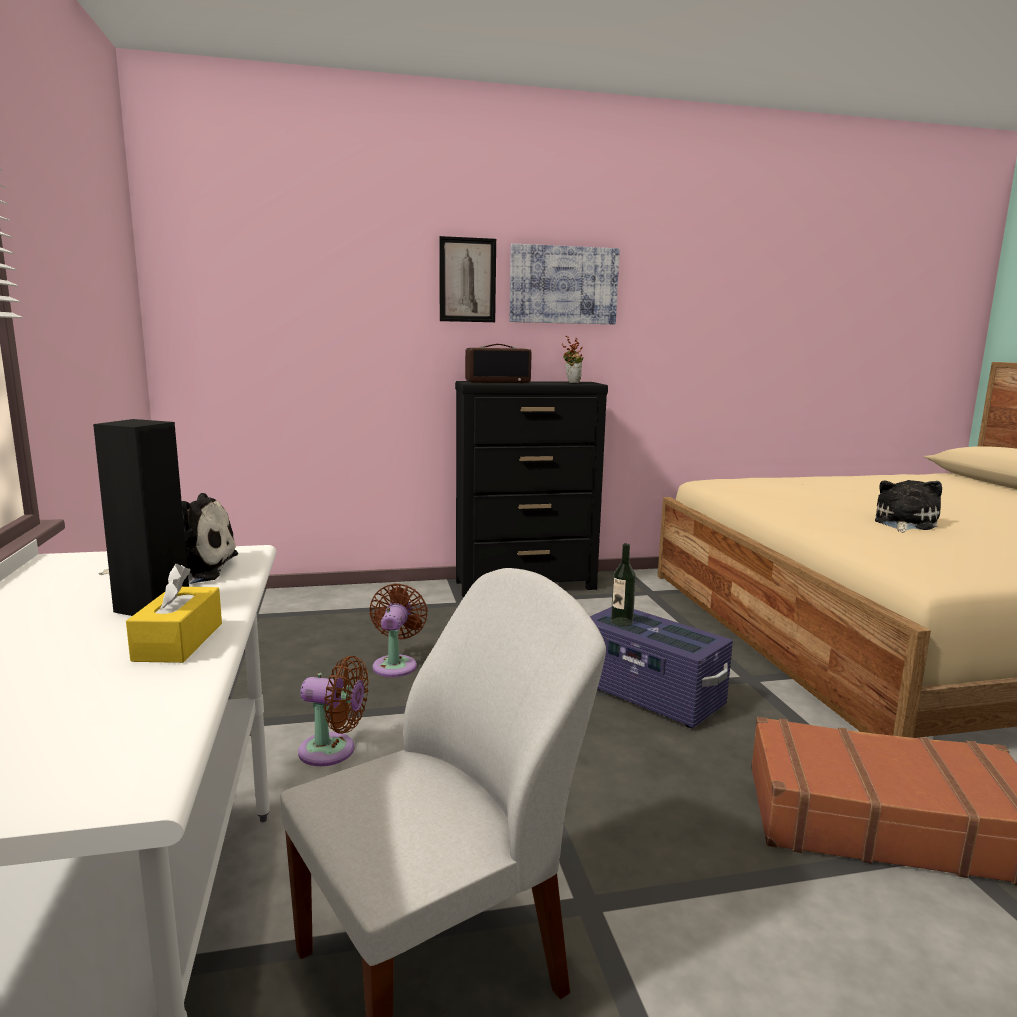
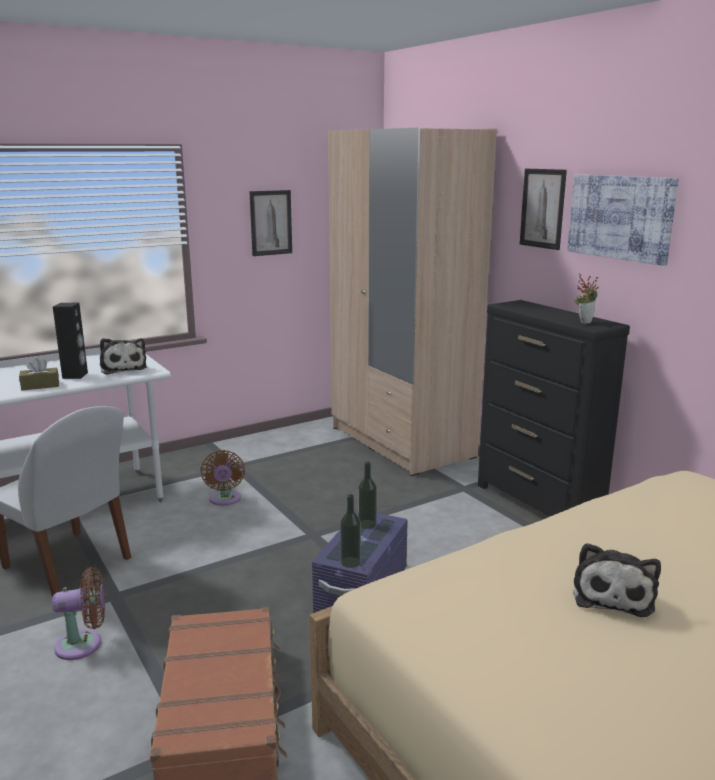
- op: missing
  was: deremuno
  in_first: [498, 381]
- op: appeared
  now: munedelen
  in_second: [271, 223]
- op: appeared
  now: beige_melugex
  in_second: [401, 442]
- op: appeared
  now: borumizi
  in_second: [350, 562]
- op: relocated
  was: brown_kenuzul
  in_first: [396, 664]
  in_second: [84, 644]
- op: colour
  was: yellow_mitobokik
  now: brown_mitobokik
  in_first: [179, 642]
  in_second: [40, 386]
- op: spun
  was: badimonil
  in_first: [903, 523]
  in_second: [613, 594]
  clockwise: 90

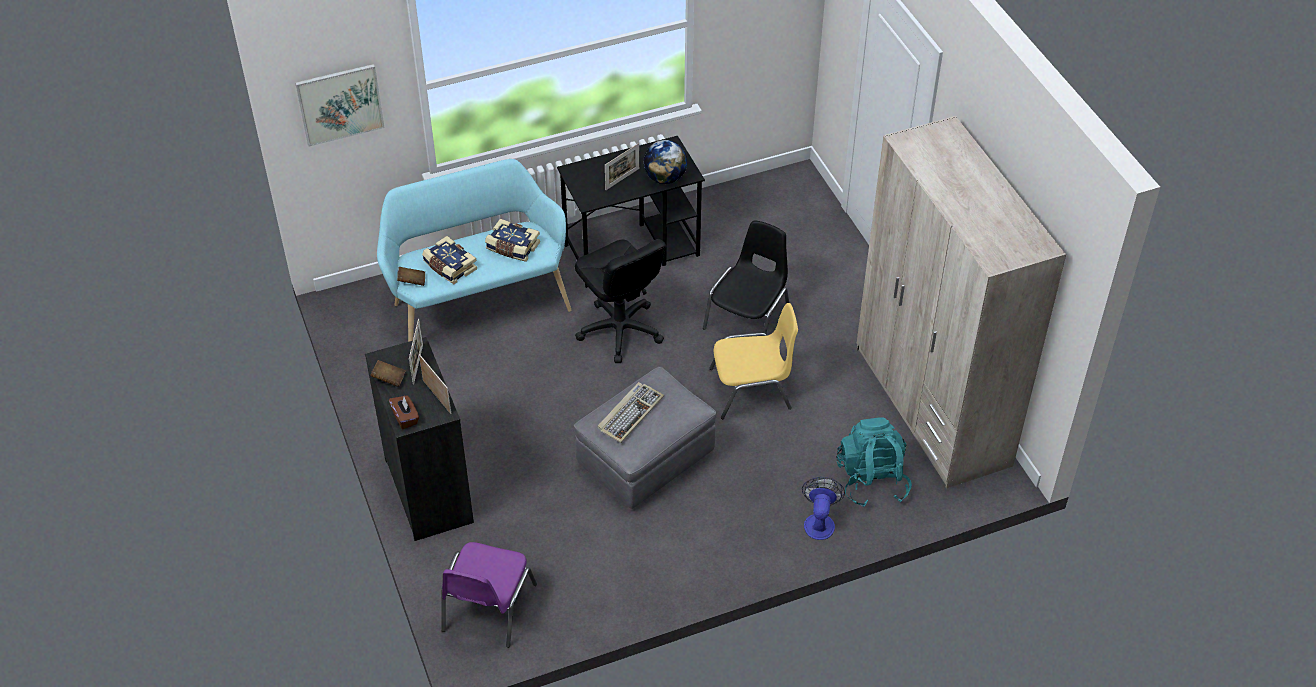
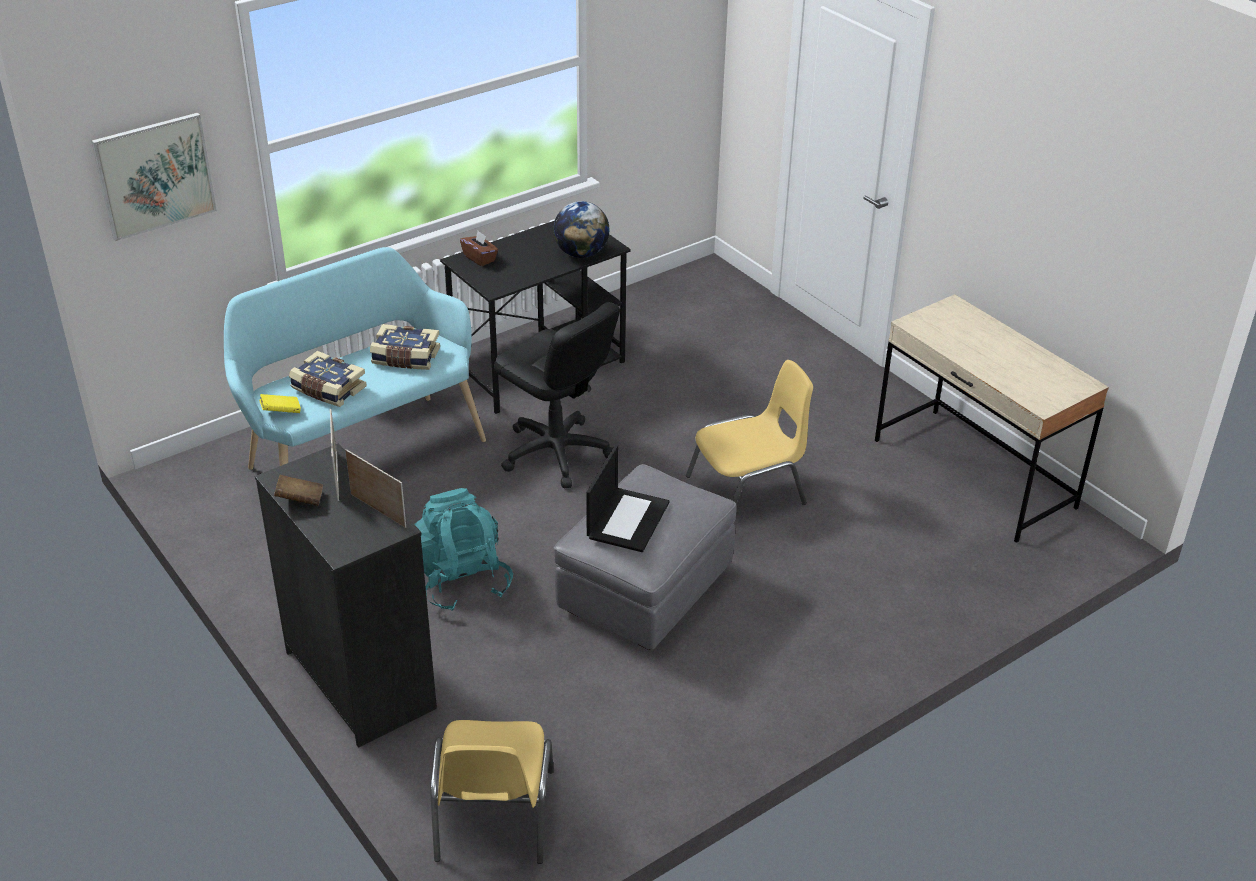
- op: missing
  was: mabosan
  in_first: [622, 179]
- op: missing
  was: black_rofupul
  in_first: [748, 318]
- op: missing
  was: kenuzul
  in_first: [819, 521]
- op: relocated
  was: brown_mitobokik
  in_first: [405, 418]
  in_second: [480, 258]
- op: relocated
  was: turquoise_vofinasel
  in_first: [871, 480]
  in_second: [461, 580]
- op: exchanged
  was: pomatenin
  now: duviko
  in_first: [630, 413]
  in_second: [627, 519]
- op: exchanged
  was: beige_melugex
  now: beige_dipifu
  in_first: [931, 406]
  in_second: [973, 474]
- op: colour
  was: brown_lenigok
  now: yellow_lenigok
  in_first: [412, 281]
  in_second: [281, 412]
- op: colour
  was: purple_rofupul
  now: yellow_rofupul
  in_first: [487, 608]
  in_second: [492, 817]

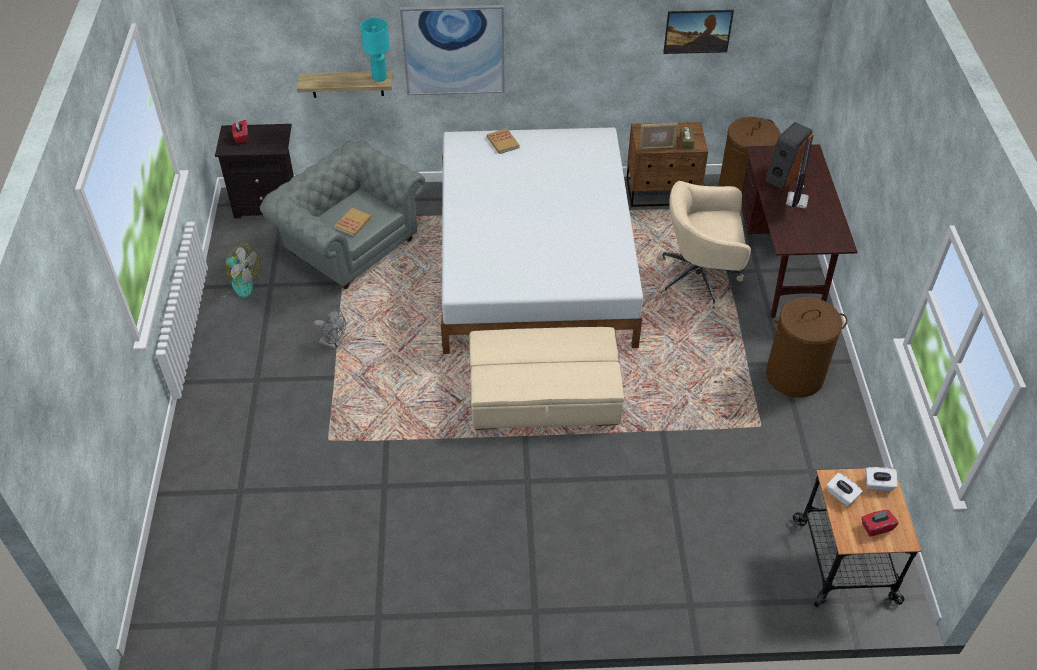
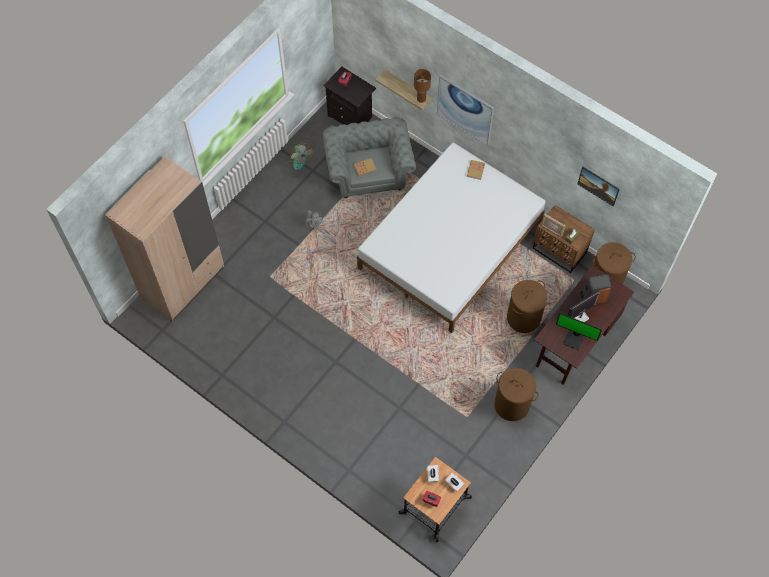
- op: missing
  was: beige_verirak
  in_first: [544, 394]
- op: appeared
  now: beige_melugex
  in_second: [183, 282]
- op: appeared
  now: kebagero
  in_second: [574, 339]
- op: exchanged
  was: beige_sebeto
  now: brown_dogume
  in_first: [700, 278]
  in_second: [523, 317]
- op: colour
  was: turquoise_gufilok
  now: brown_gufilok
  in_first: [379, 78]
  in_second: [421, 99]

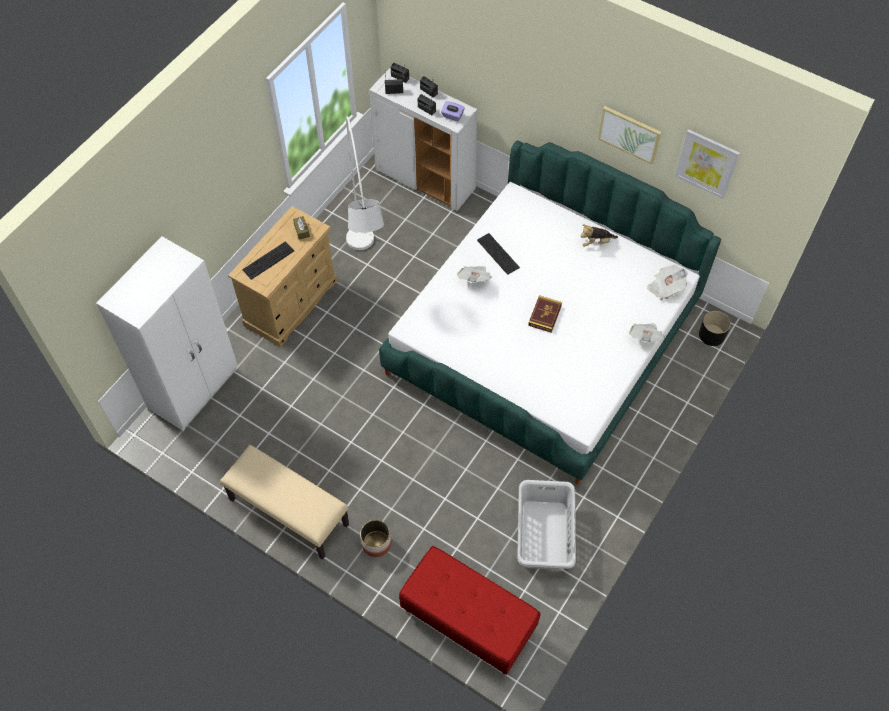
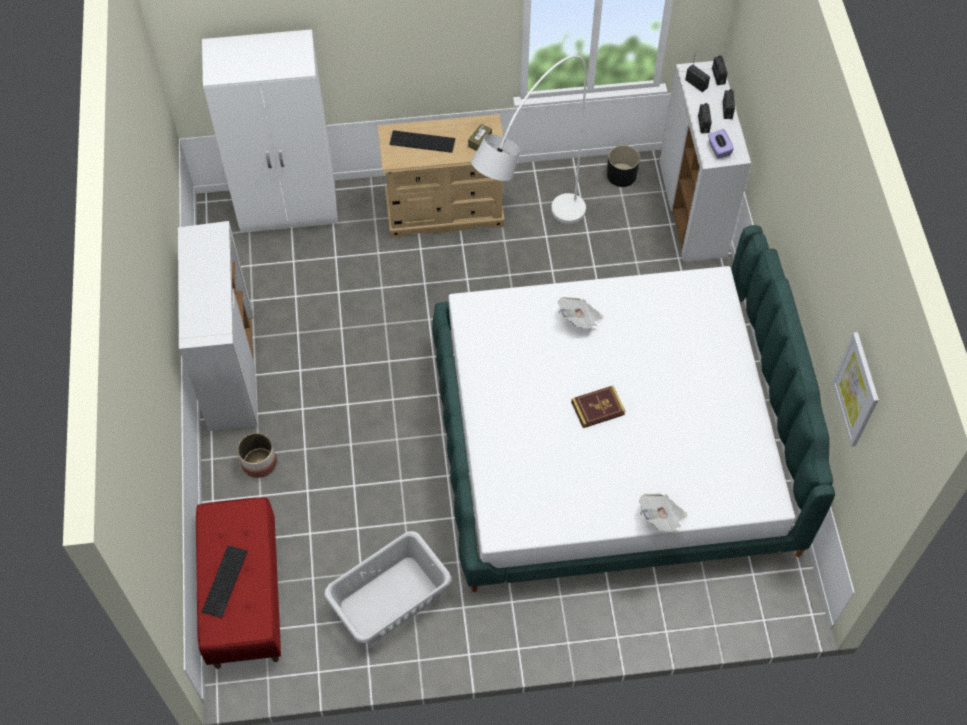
- op: missing
  was: badimonil
  in_first: [596, 242]
- op: missing
  was: munedelen
  in_first: [629, 134]
- op: missing
  was: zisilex
  in_first: [665, 287]
- op: relocated
  was: pomatenin
  in_first: [498, 253]
  in_second: [224, 581]
- op: relocated
  was: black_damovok
  in_first: [712, 335]
  in_second: [621, 175]
- op: exchanged
  was: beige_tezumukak
  now: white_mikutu
  in_first: [288, 512]
  in_second: [230, 370]

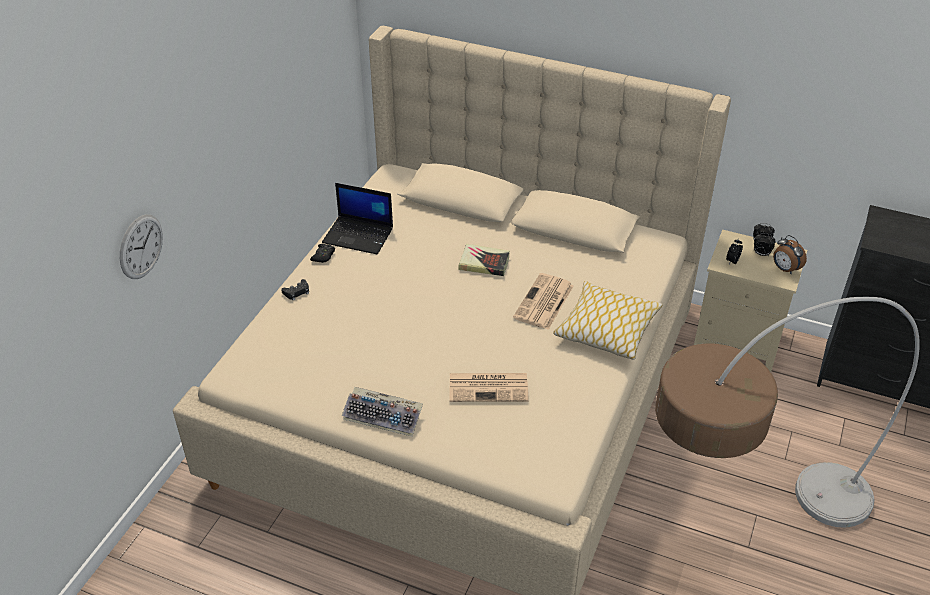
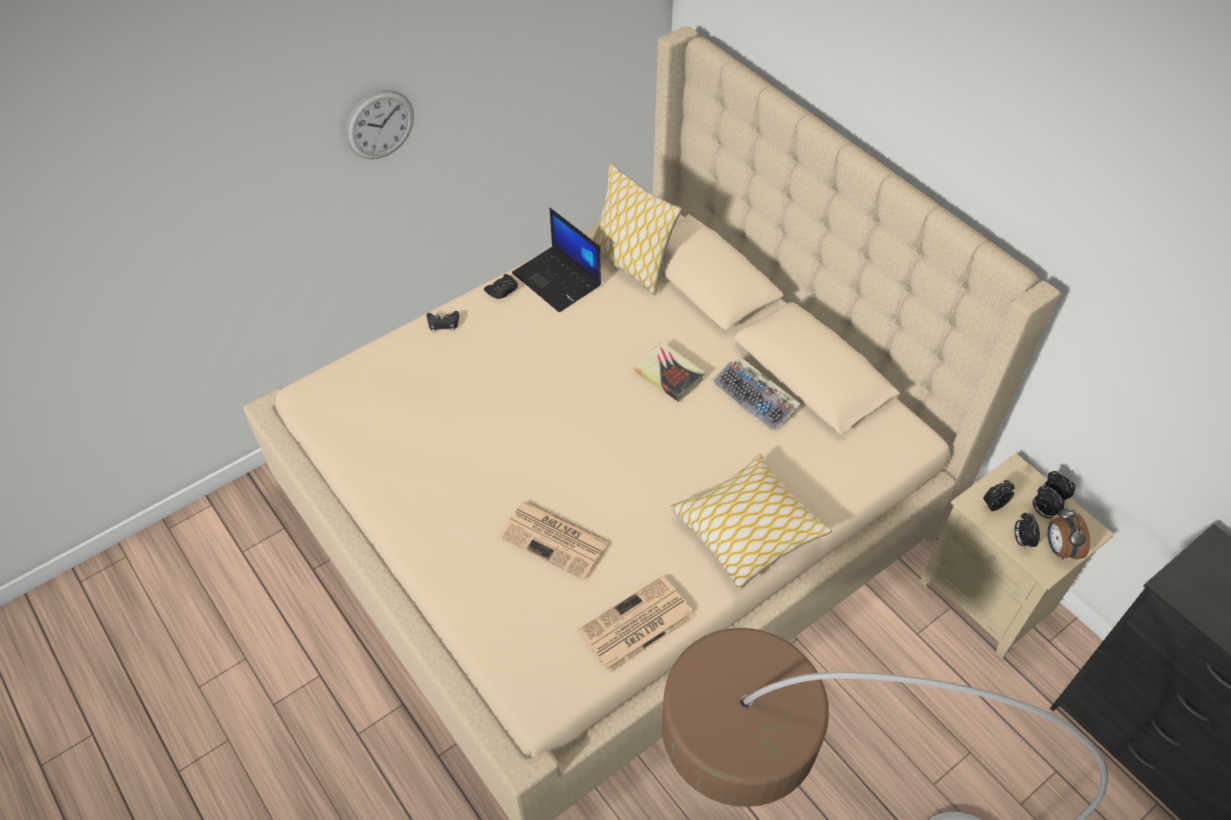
- op: appeared
  now: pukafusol
  in_second: [631, 264]
- op: appeared
  now: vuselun
  in_second: [1021, 540]
- op: relocated
  was: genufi
  in_first: [141, 246]
  in_second: [380, 124]
- op: relocated
  was: pomatenin
  in_first: [384, 416]
  in_second: [756, 399]
- op: relocated
  was: zisilex
  in_first: [544, 302]
  in_second: [635, 626]

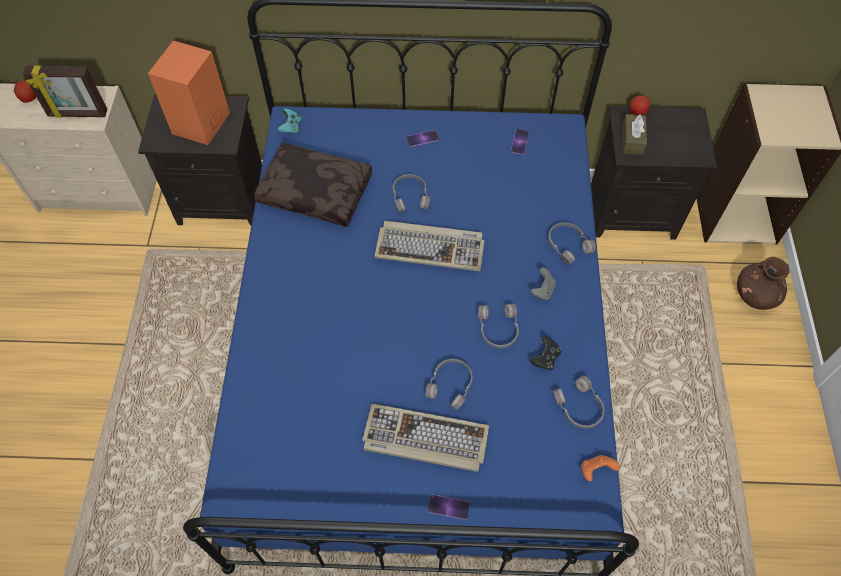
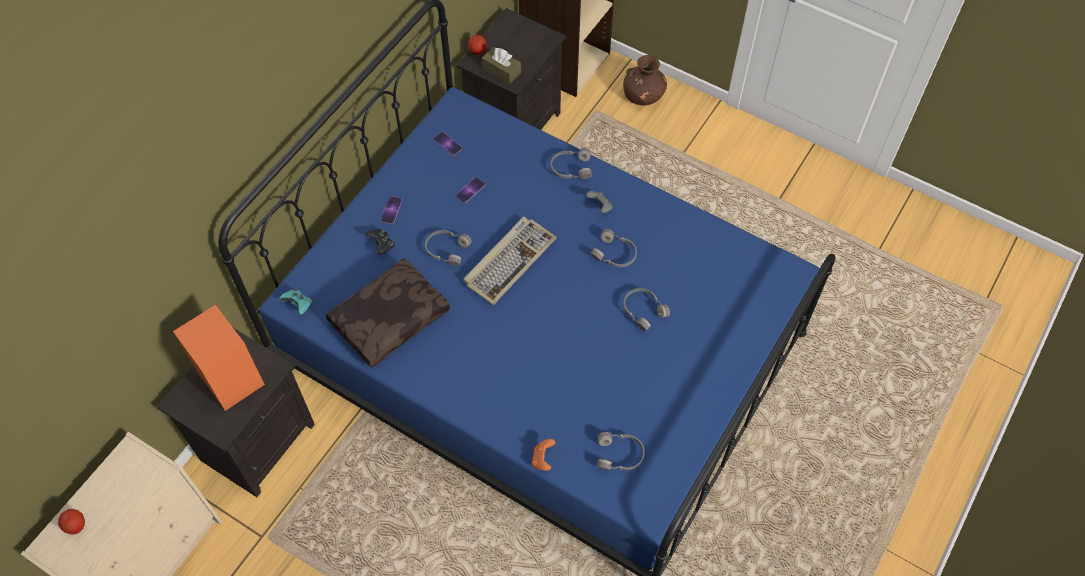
- op: missing
  was: mabosan
  in_first: [77, 114]
- op: missing
  was: pomatenin
  in_first: [424, 440]
- op: relocated
  was: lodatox
  in_first: [448, 507]
  in_second: [470, 190]
- op: relocated
  was: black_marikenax
  in_first: [545, 358]
  in_second: [382, 245]
- op: relocated
  was: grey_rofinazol
  in_first: [579, 407]
  in_second: [620, 455]
- op: relocated
  was: orange_marikenax
  in_first: [595, 470]
  in_second: [543, 459]

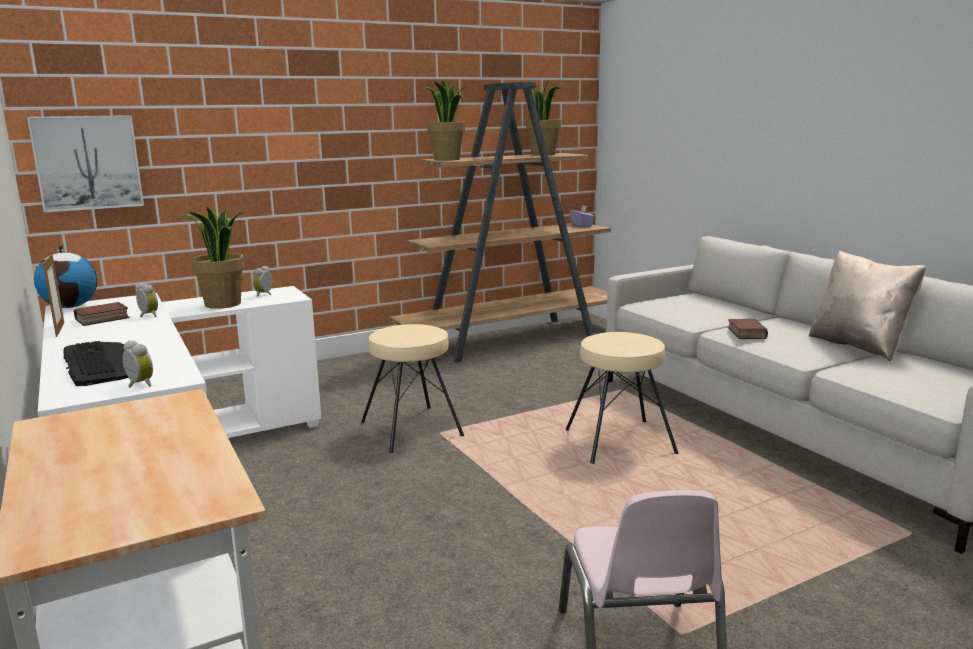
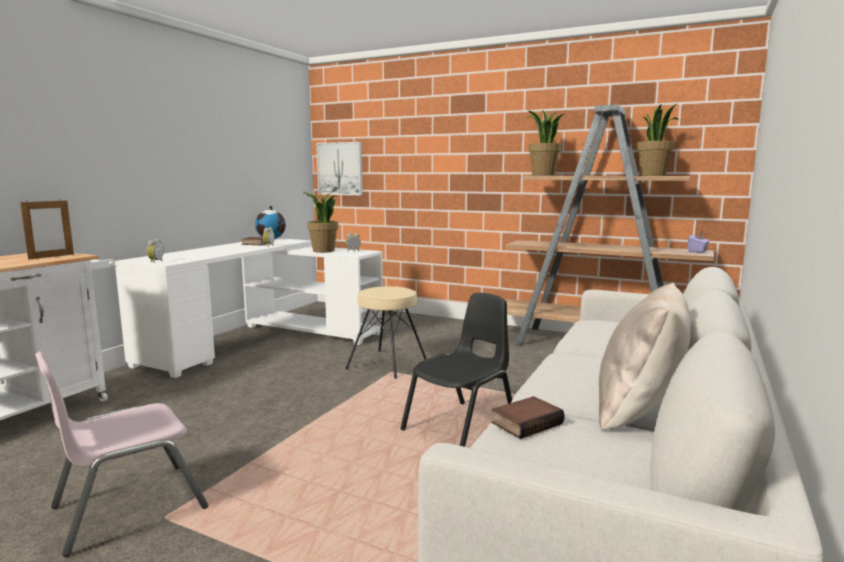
- op: missing
  was: pomatenin
  in_first: [100, 364]
- op: relocated
  was: mabosan
  in_first: [60, 329]
  in_second: [51, 256]
- op: relocated
  was: lenigok
  in_first: [745, 333]
  in_second: [526, 422]
- op: exchanged
  was: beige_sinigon
  now: black_rofupul
  in_first: [619, 441]
  in_second: [461, 426]

